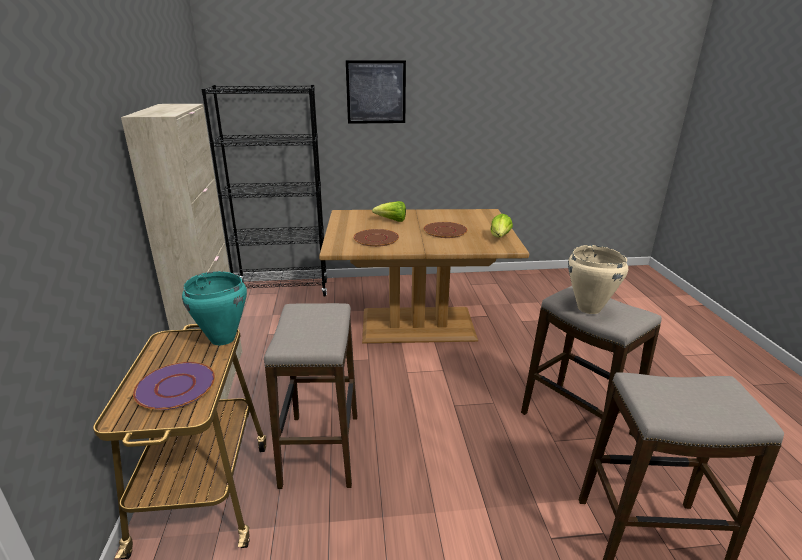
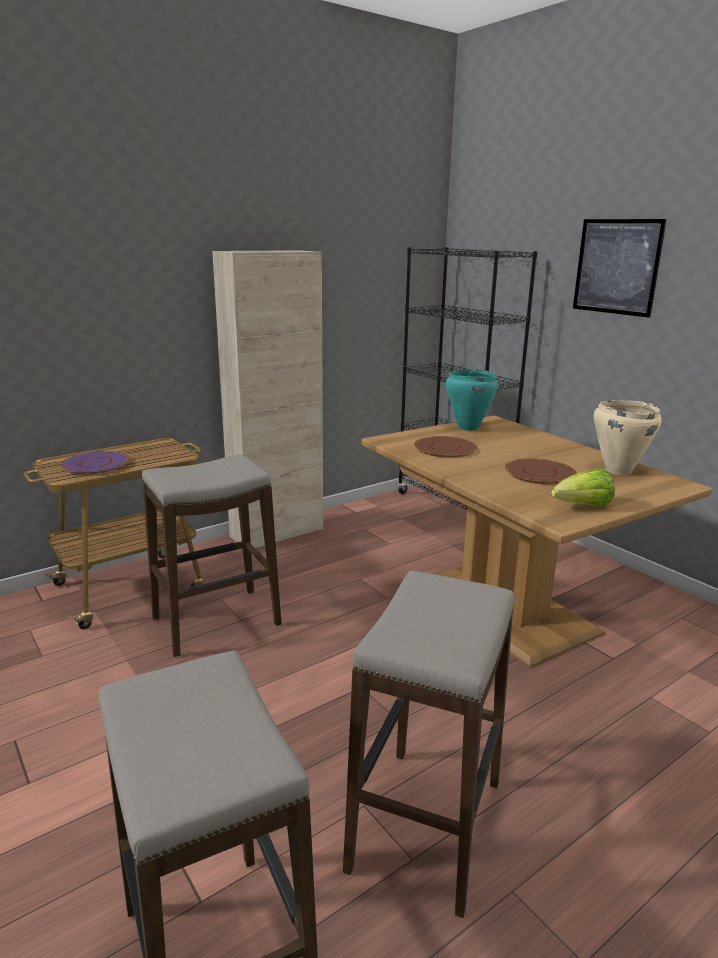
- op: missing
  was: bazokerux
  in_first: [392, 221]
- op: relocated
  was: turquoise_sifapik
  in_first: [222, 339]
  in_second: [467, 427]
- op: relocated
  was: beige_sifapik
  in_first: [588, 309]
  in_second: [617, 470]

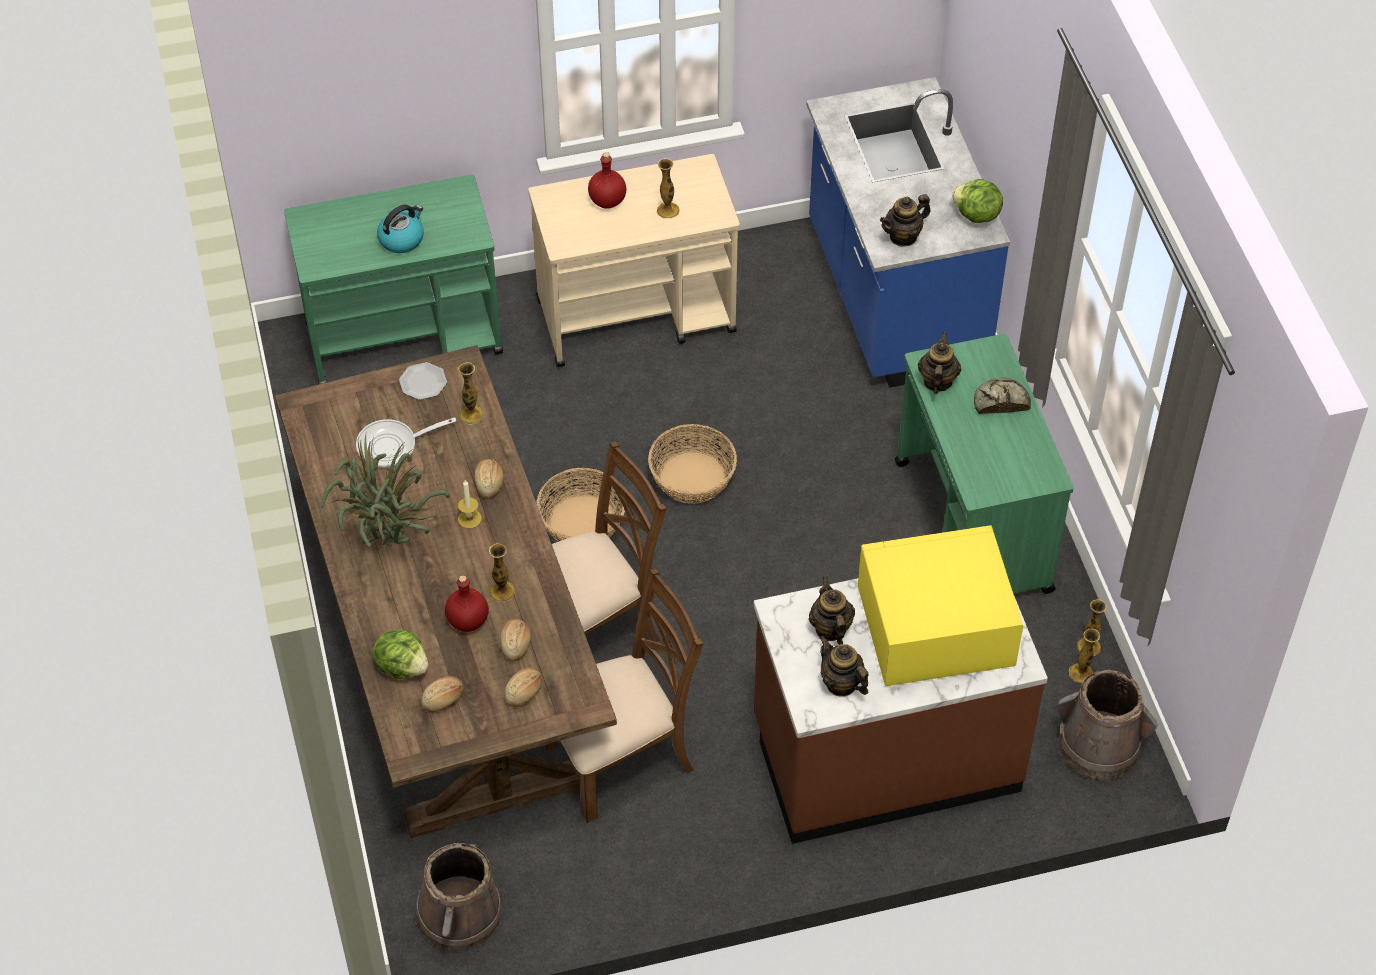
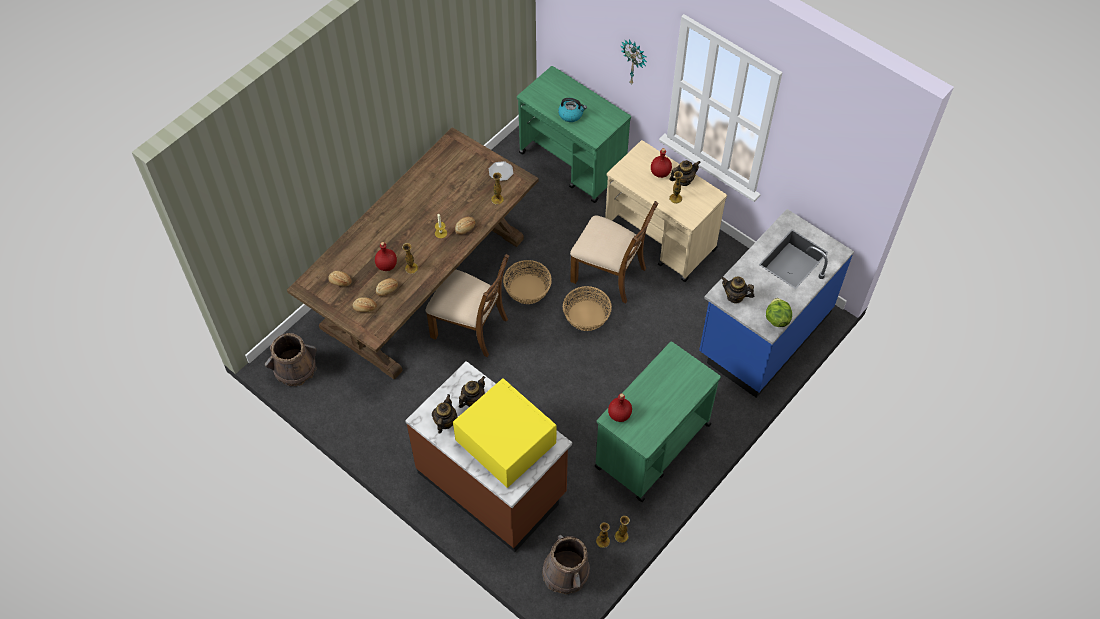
- op: missing
  was: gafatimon
  in_first: [387, 544]
- op: missing
  was: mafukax
  in_first: [392, 446]
- op: missing
  was: bazokerux
  in_first: [402, 666]
- op: missing
  was: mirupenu
  in_first: [1000, 401]
- op: appeared
  now: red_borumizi
  in_second: [620, 415]
- op: appeared
  now: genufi
  in_second: [634, 62]
- op: relocated
  was: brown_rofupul
  in_first: [620, 757]
  in_second: [609, 274]
- op: relocated
  was: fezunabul
  in_first: [937, 381]
  in_second: [683, 180]

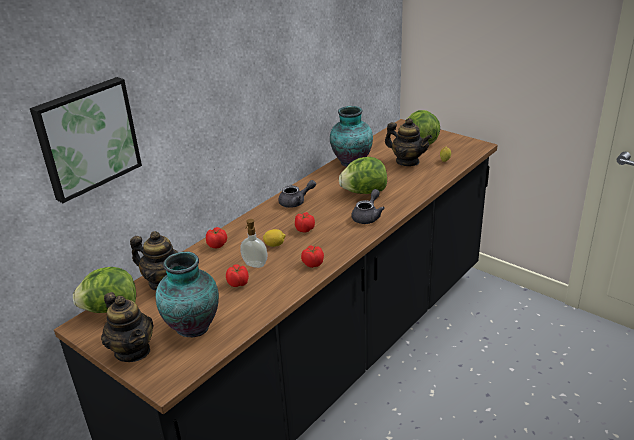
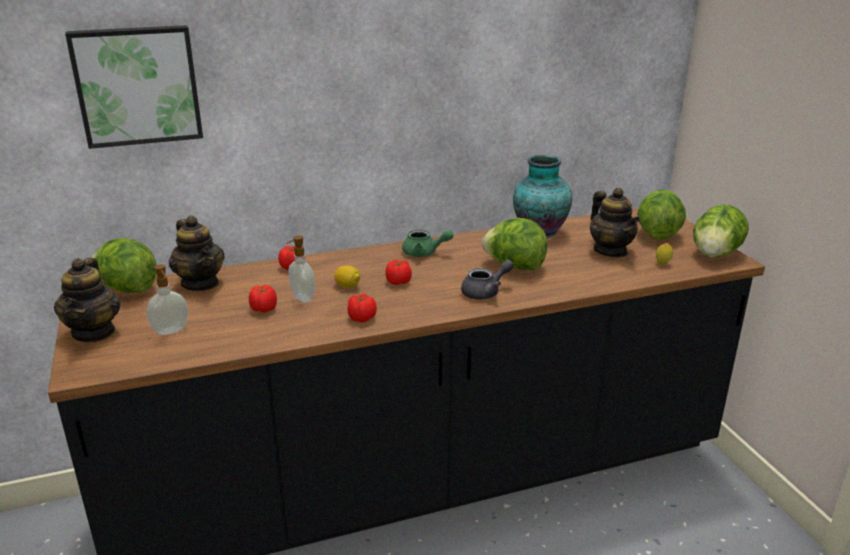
- op: appeared
  now: bazokerux
  in_second: [715, 254]
- op: exchanged
  was: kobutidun
  now: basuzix
  in_first: [192, 325]
  in_second: [171, 331]
- op: colour
  was: grey_fezunabul
  now: green_fezunabul
  in_first: [296, 202]
  in_second: [424, 253]

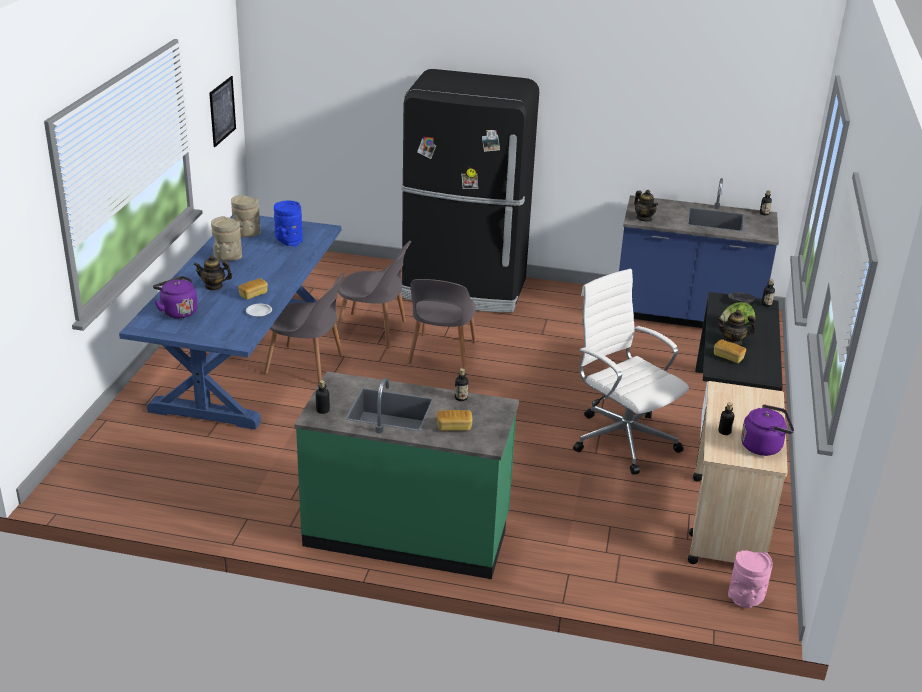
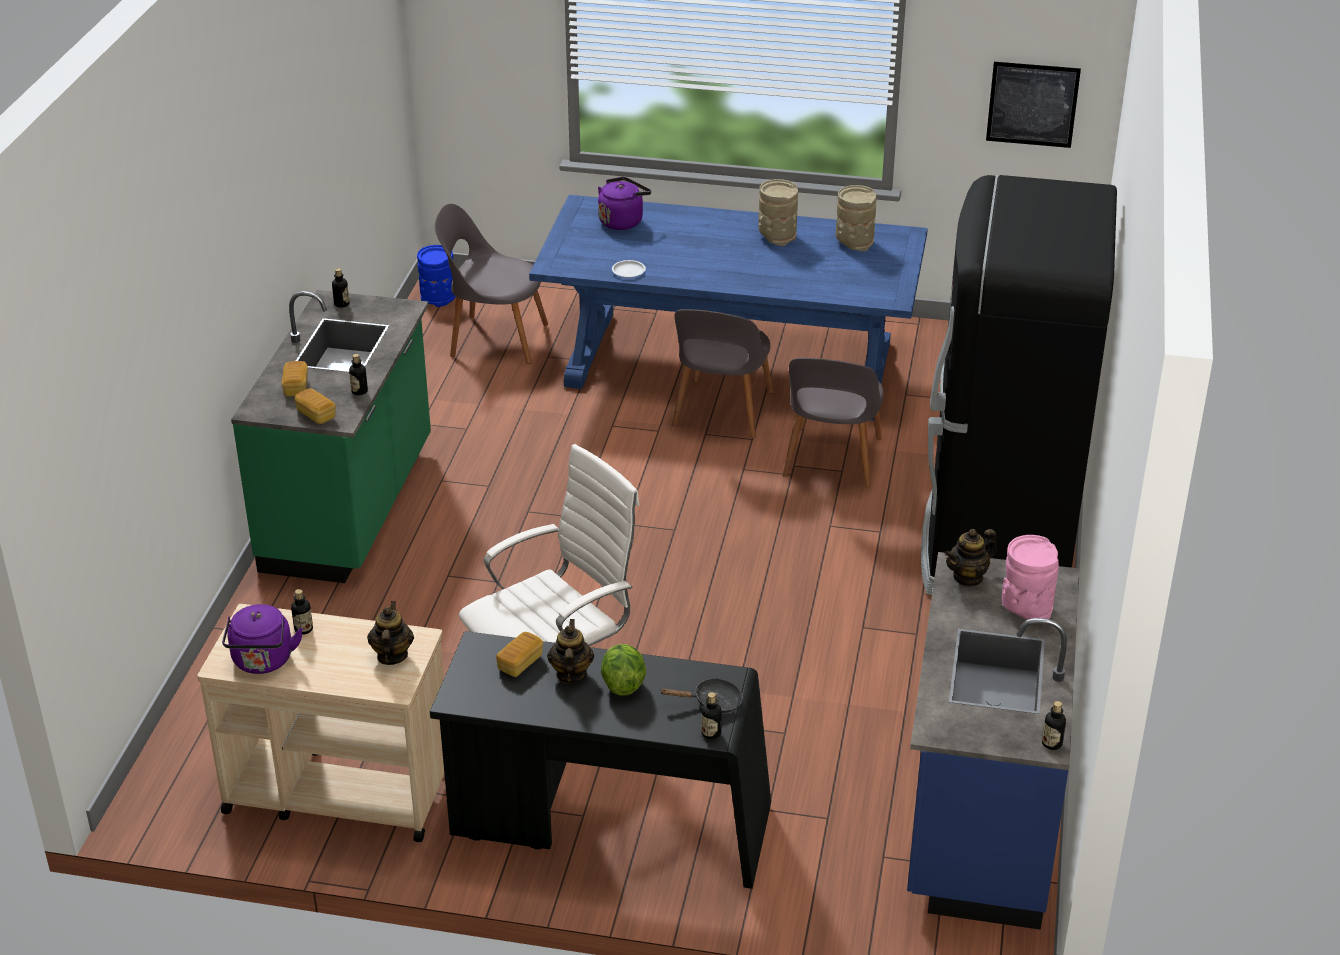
- op: relocated
  was: fezunabul
  in_first: [214, 286]
  in_second: [392, 655]
- op: relocated
  was: mirupenu
  in_first: [253, 294]
  in_second: [316, 415]
- op: relocated
  was: blue_kobutidun
  in_first: [288, 241]
  in_second: [438, 297]
- op: relocated
  was: grey_rofupul
  in_first: [441, 354]
  in_second: [494, 339]
- op: relocated
  was: pink_kobutidun
  in_first: [745, 599]
  in_second: [1025, 608]

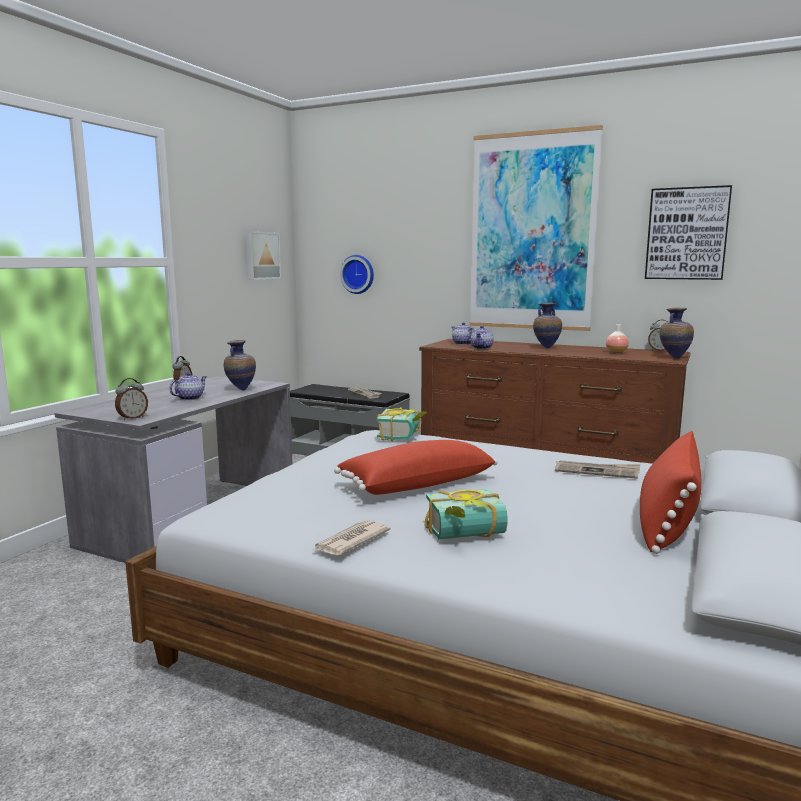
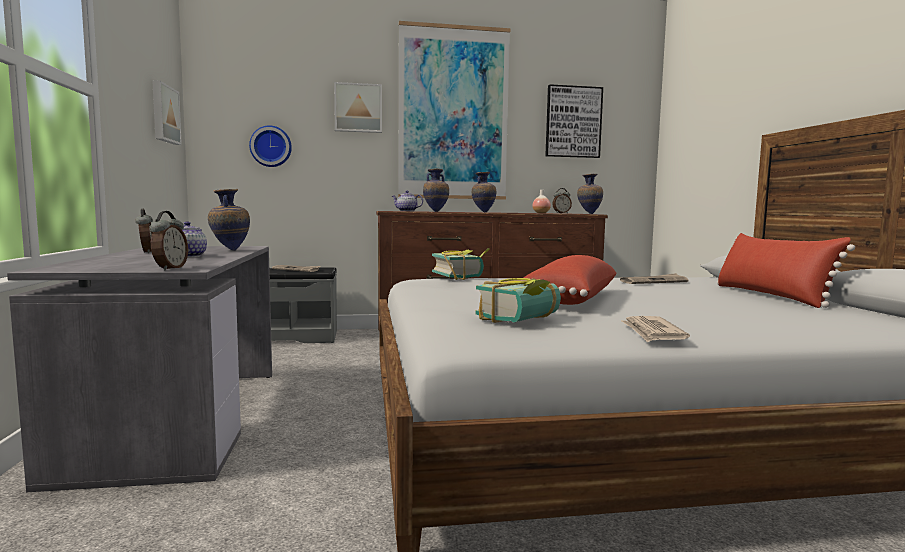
- op: appeared
  now: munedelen
  in_second: [358, 108]
- op: relocated
  was: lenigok
  in_first: [467, 535]
  in_second: [524, 320]
- op: exchanged
  was: fezunabul
  now: kobutidun
  in_first: [482, 348]
  in_second: [436, 211]

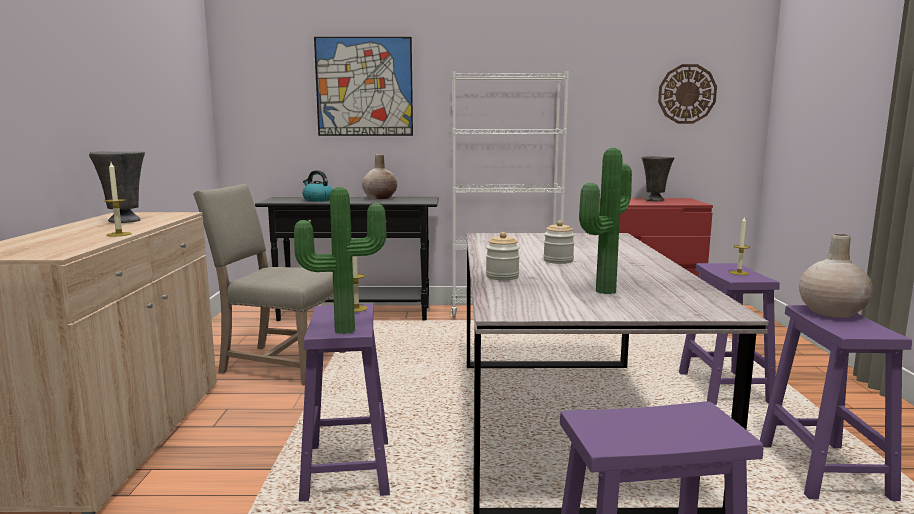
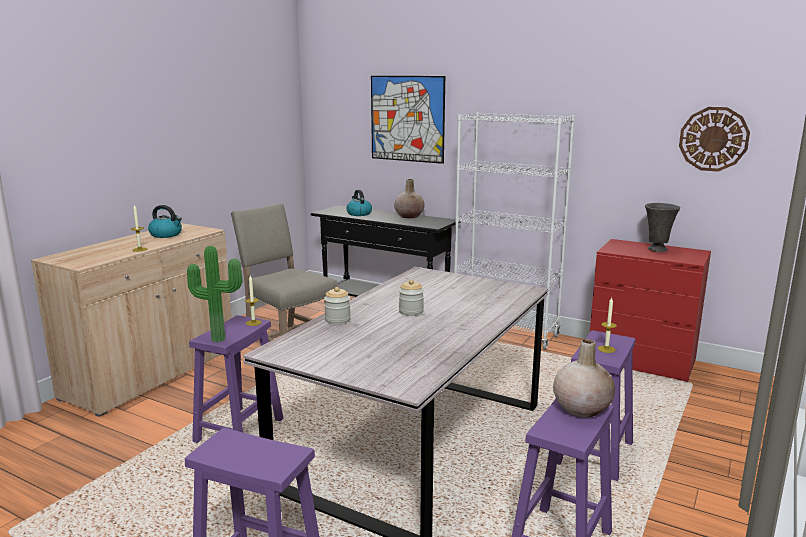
- op: missing
  was: gafatimon
  in_first: [601, 291]
- op: exchanged
  was: grey_kobutidun
  now: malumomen
  in_first: [124, 221]
  in_second: [166, 235]

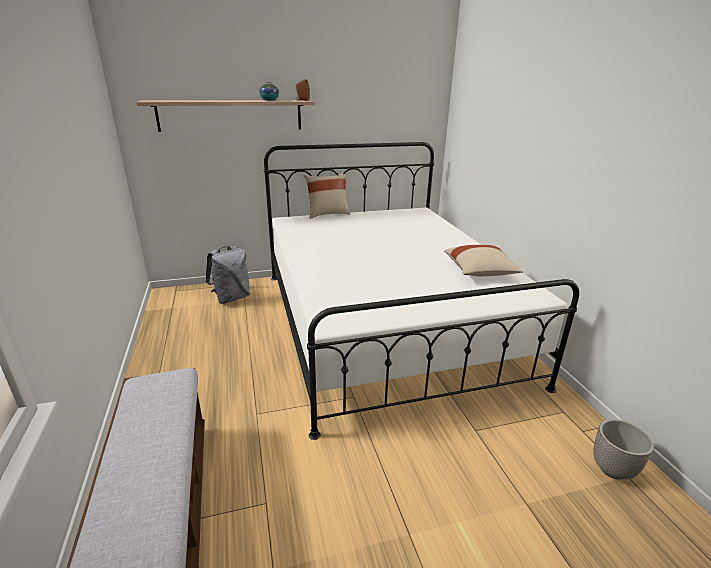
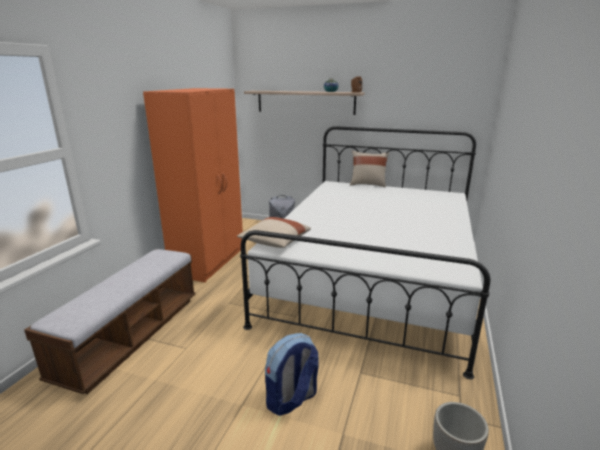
- op: appeared
  now: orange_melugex
  in_second: [209, 261]
- op: appeared
  now: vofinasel
  in_second: [291, 400]
- op: relocated
  was: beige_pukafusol
  in_first: [480, 272]
  in_second: [275, 242]

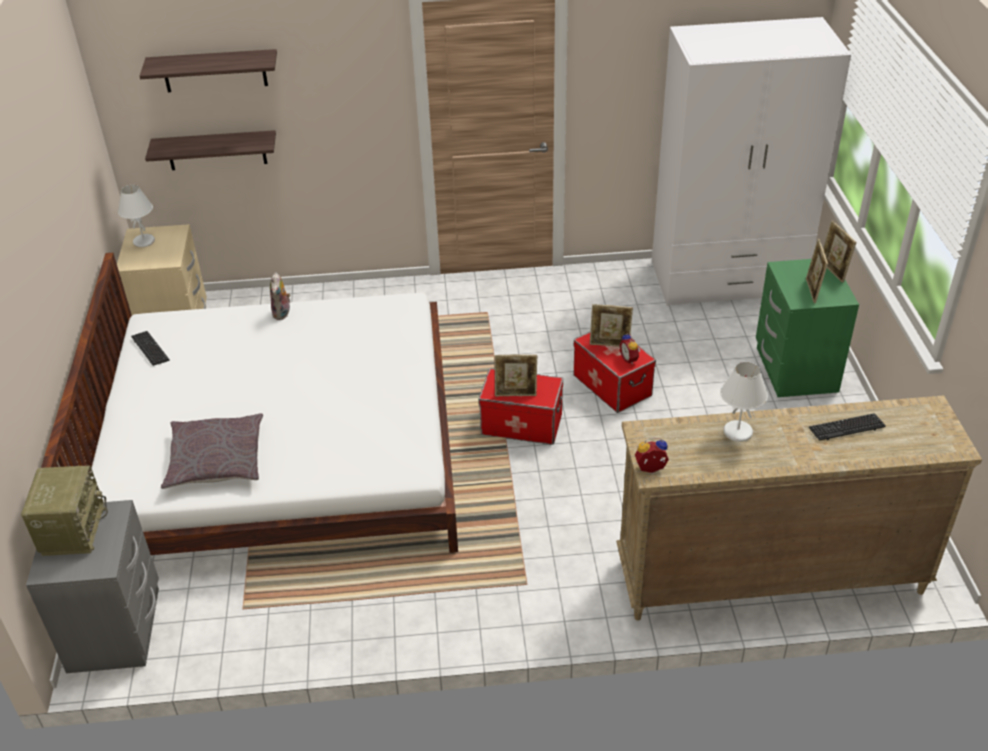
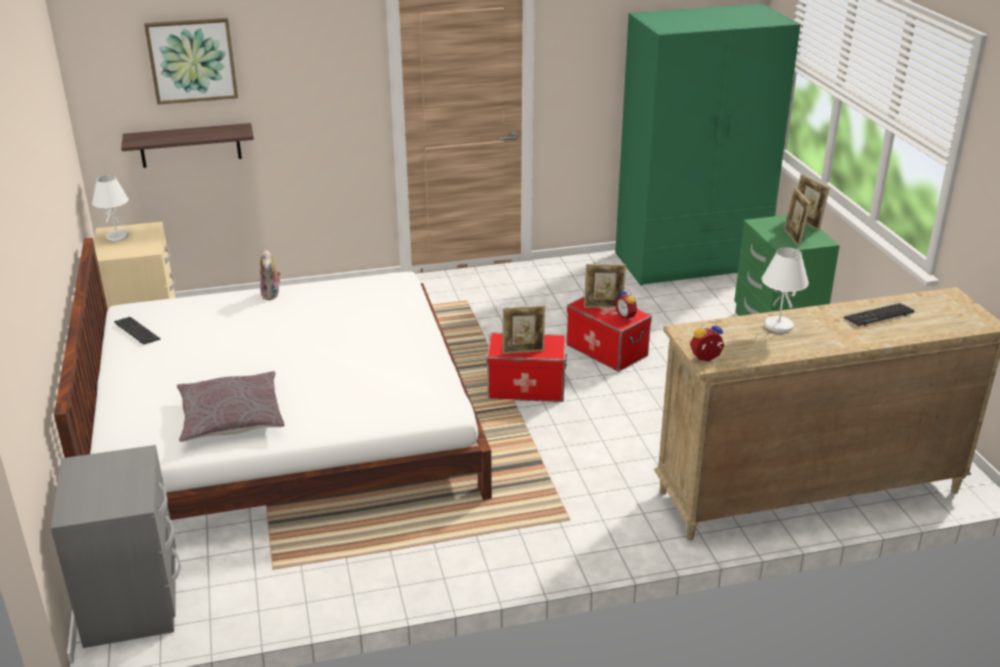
- op: missing
  was: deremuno
  in_first: [72, 530]
- op: exchanged
  was: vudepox
  now: munedelen
  in_first: [214, 71]
  in_second: [192, 60]
- op: colour
  was: white_melugex
  now: green_melugex
  in_first: [727, 279]
  in_second: [691, 262]

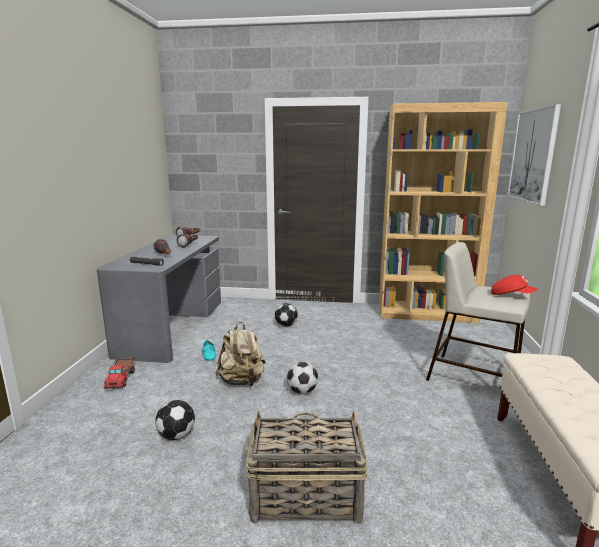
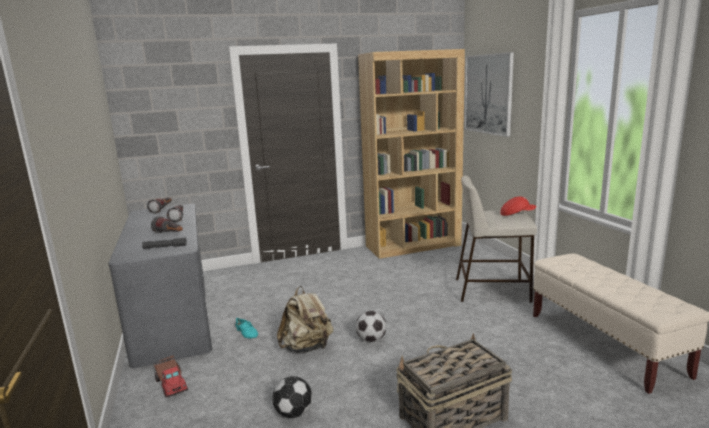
- op: missing
  was: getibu
  in_first: [286, 325]

